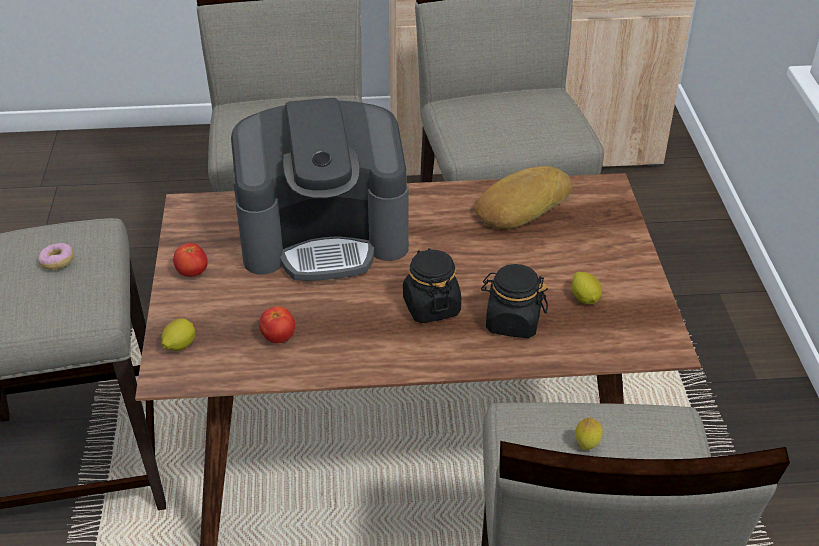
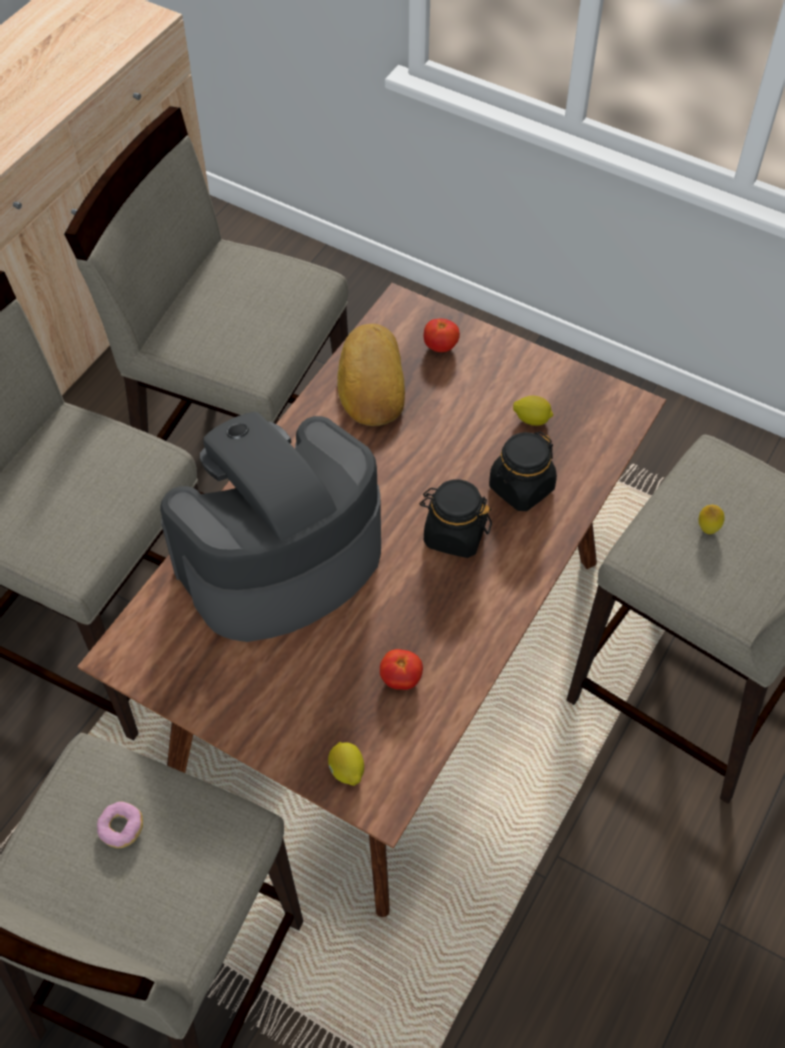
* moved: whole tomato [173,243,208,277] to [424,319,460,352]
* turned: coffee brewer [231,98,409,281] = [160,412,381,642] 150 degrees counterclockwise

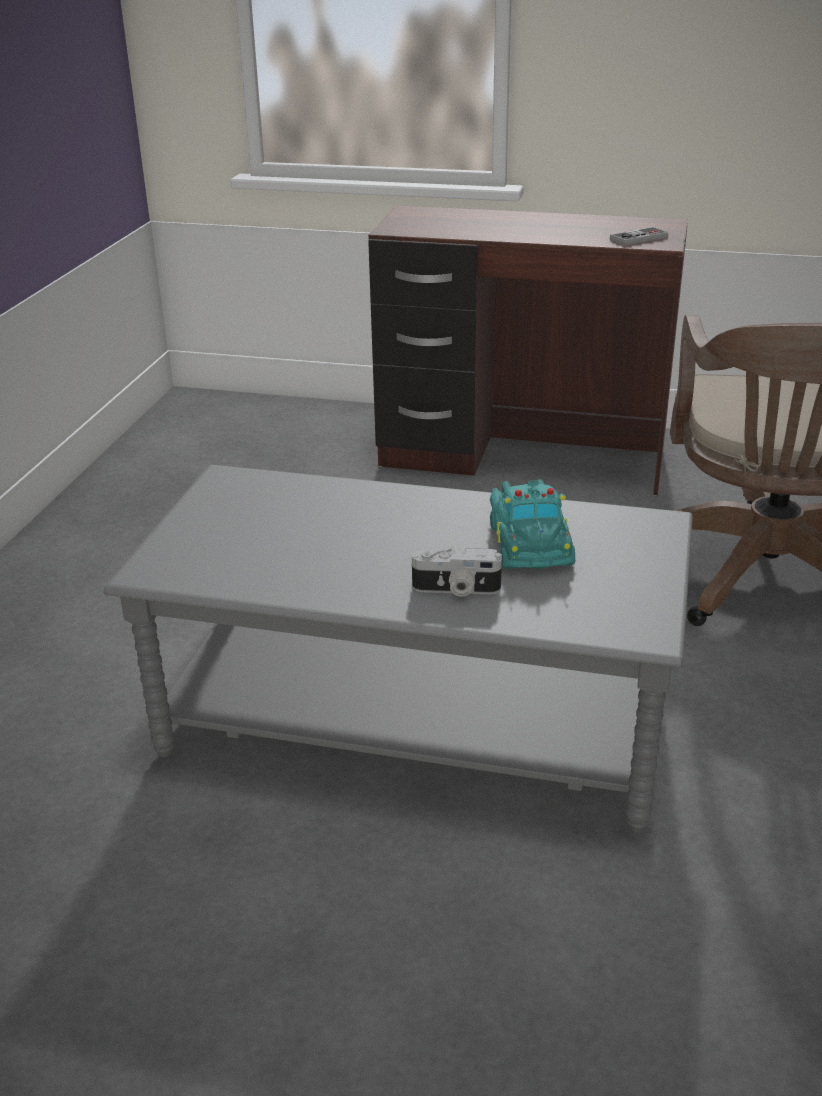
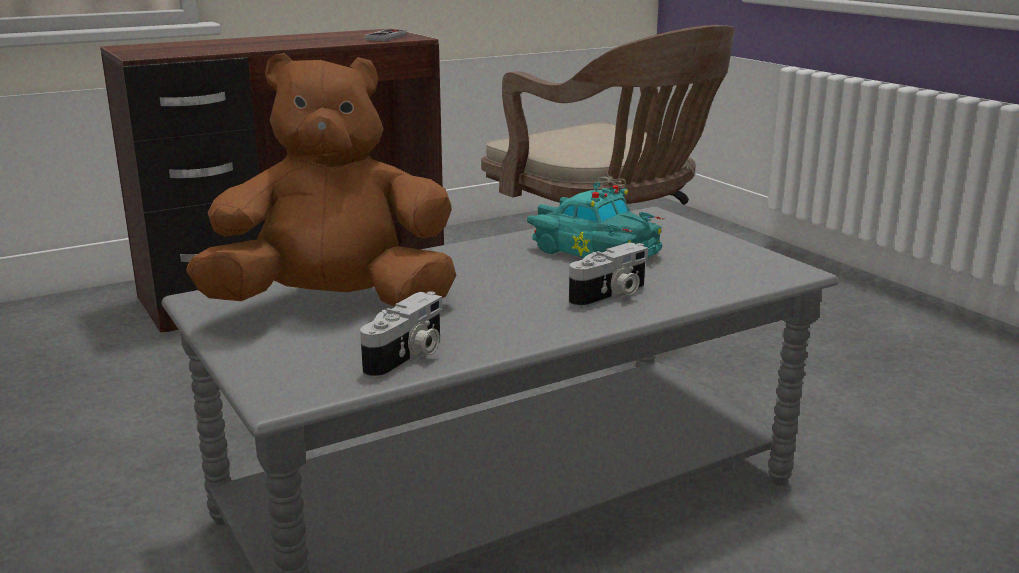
* added: brown-coloured plush toy [186,53,456,306]
* added: photo camera [360,291,442,379]

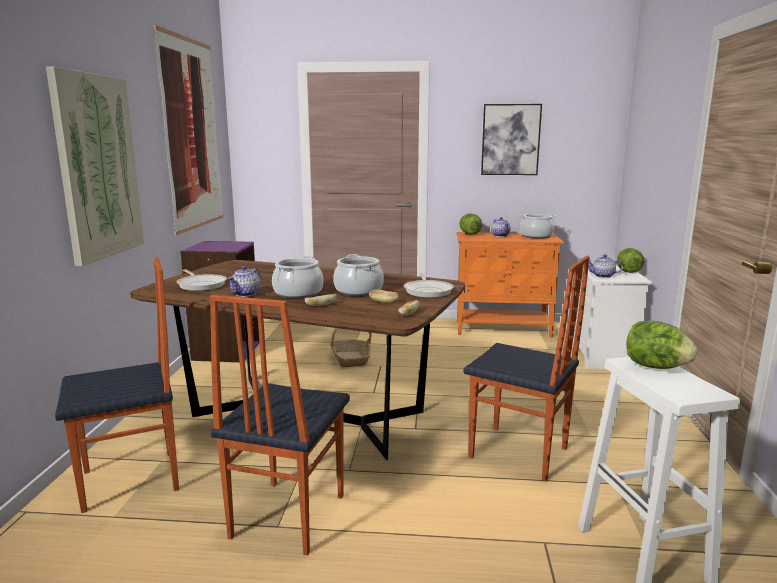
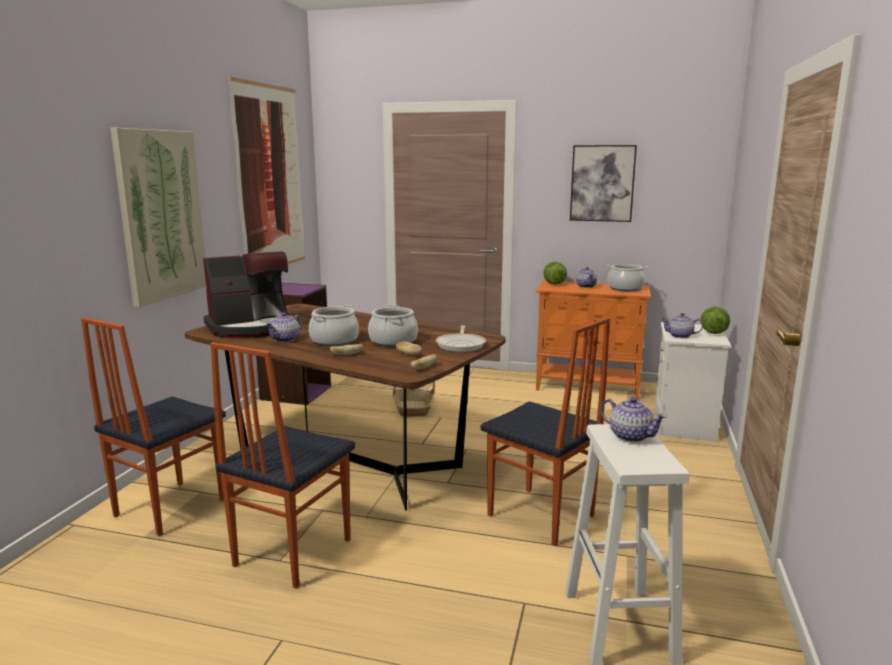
* replaced: skillet [177,269,227,291] to coffee brewer [203,251,291,338]
* replaced: lettuce [626,321,697,369] to pot for tea [600,397,667,442]
* turned: plain chair [55,257,179,513] = [81,317,226,536] 135 degrees clockwise

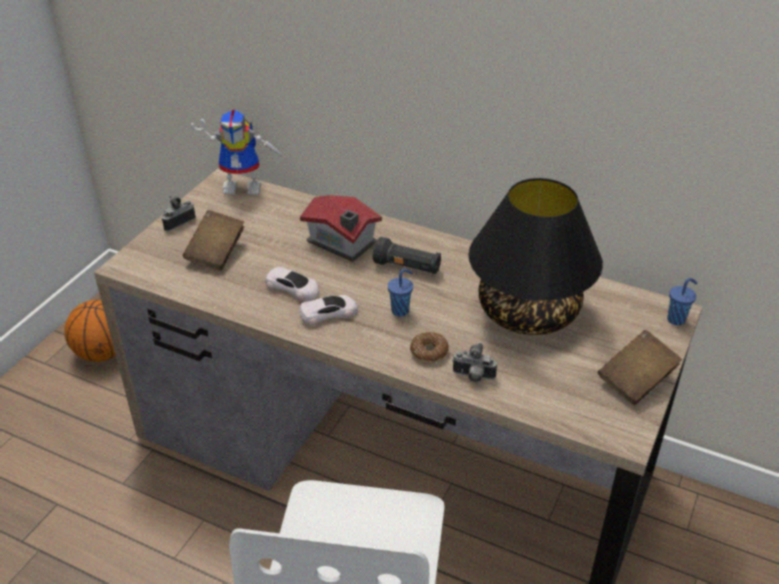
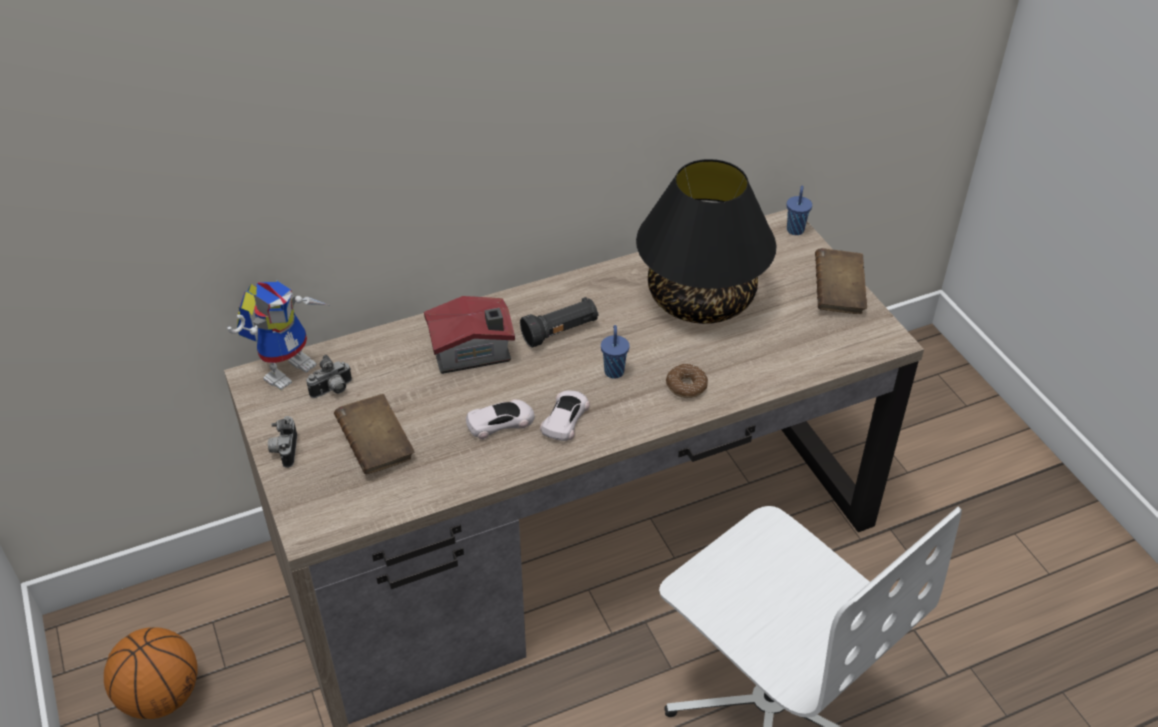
* moved: photo camera [452,343,497,382] to [306,355,352,398]

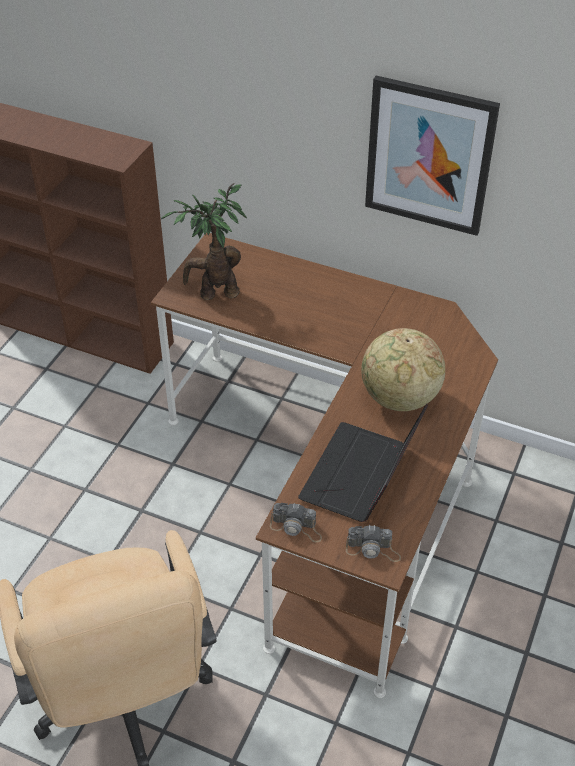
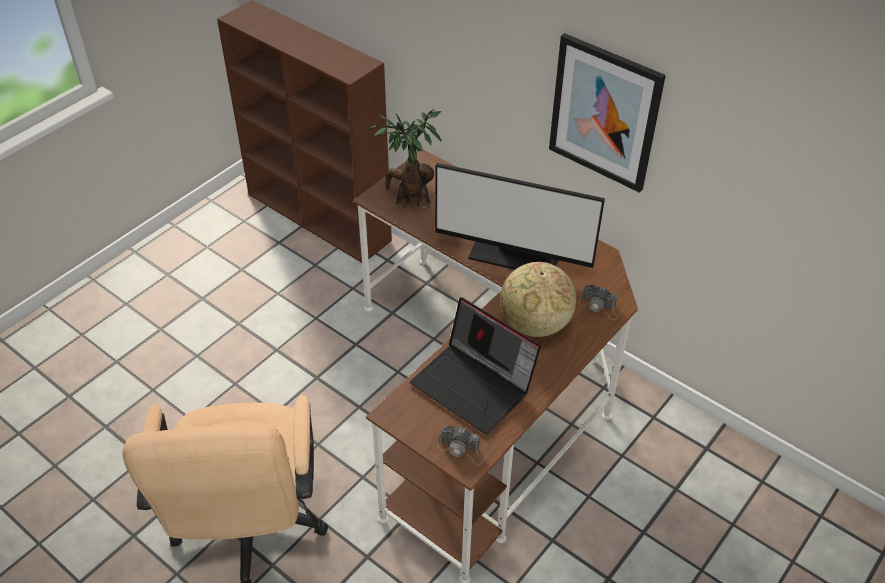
* added: monitor [435,163,605,270]
* moved: photo camera [270,503,322,542] to [578,285,618,320]
* turned: portable computer [298,404,428,522] = [410,297,541,434] 90 degrees counterclockwise

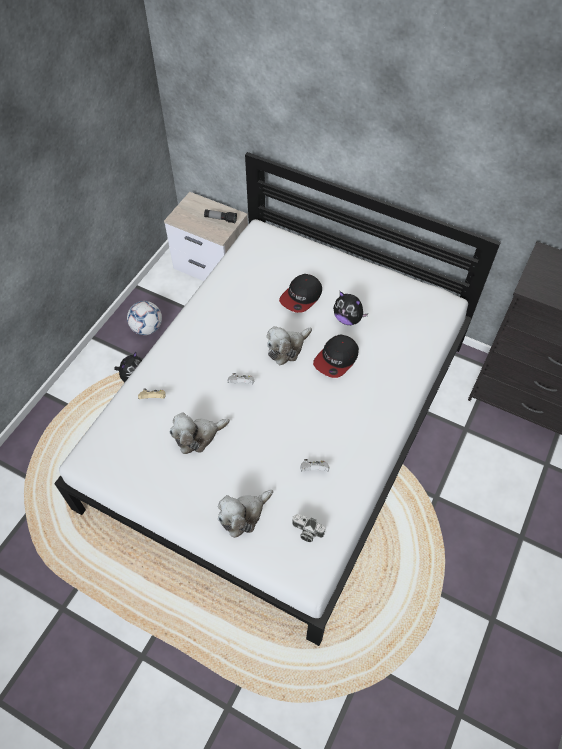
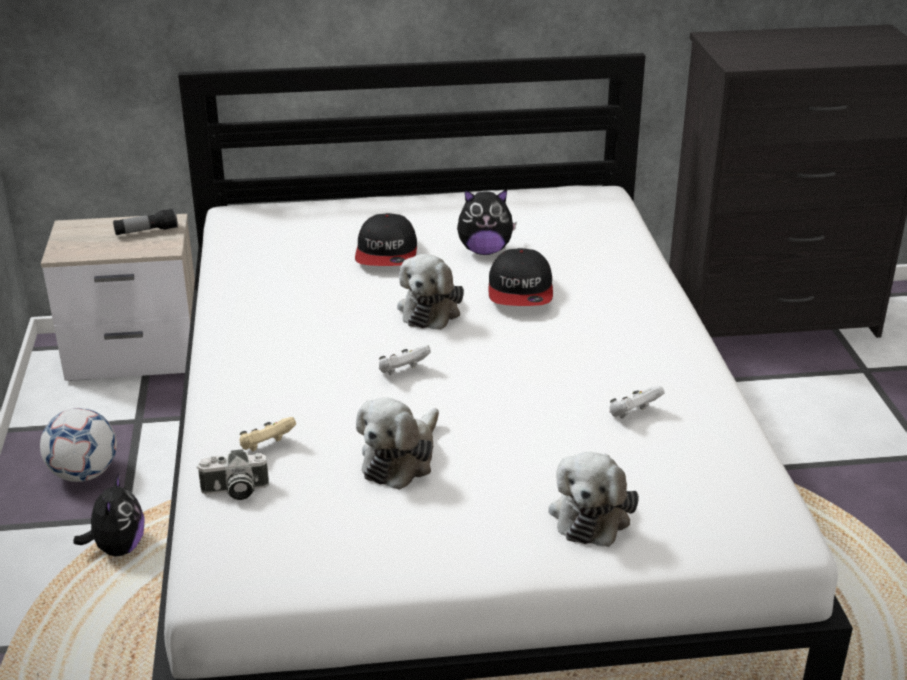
* moved: photo camera [292,514,325,542] to [196,449,269,500]

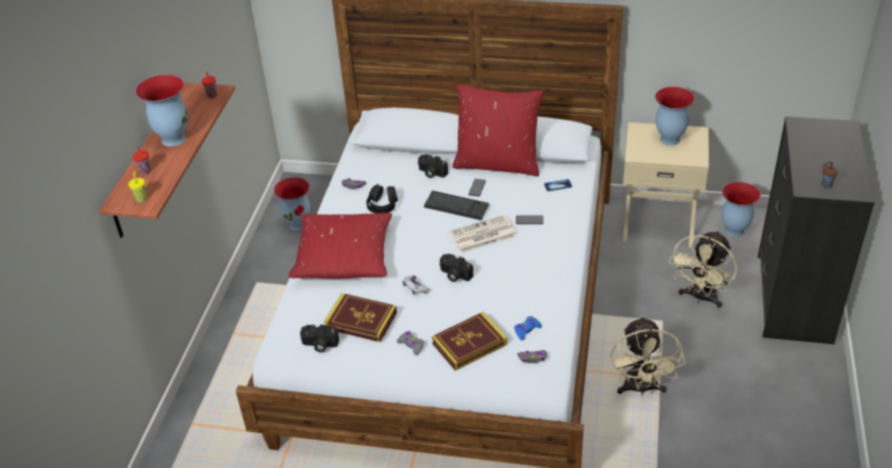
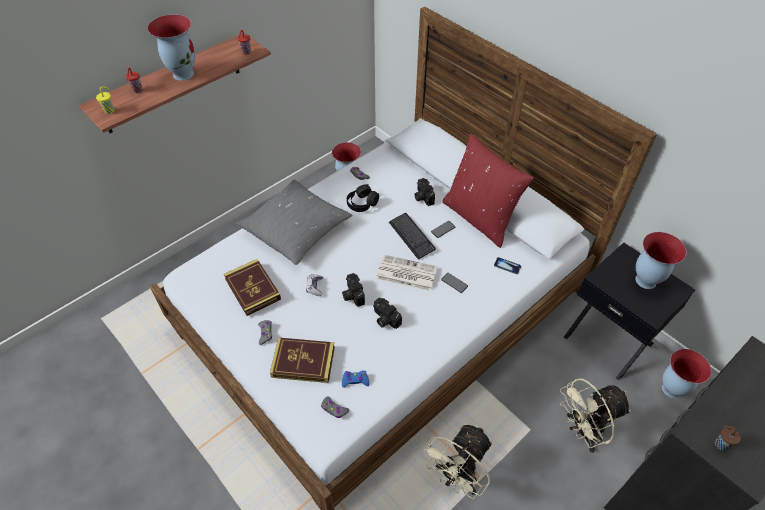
* moved: photo camera [300,325,339,353] to [373,298,402,329]
* recoloured: red-coloured cushion [288,213,392,279] to greyish cushion [236,180,352,265]
* recoloured: beige-coloured nightstand [623,122,709,247] to black nightstand [564,243,695,380]

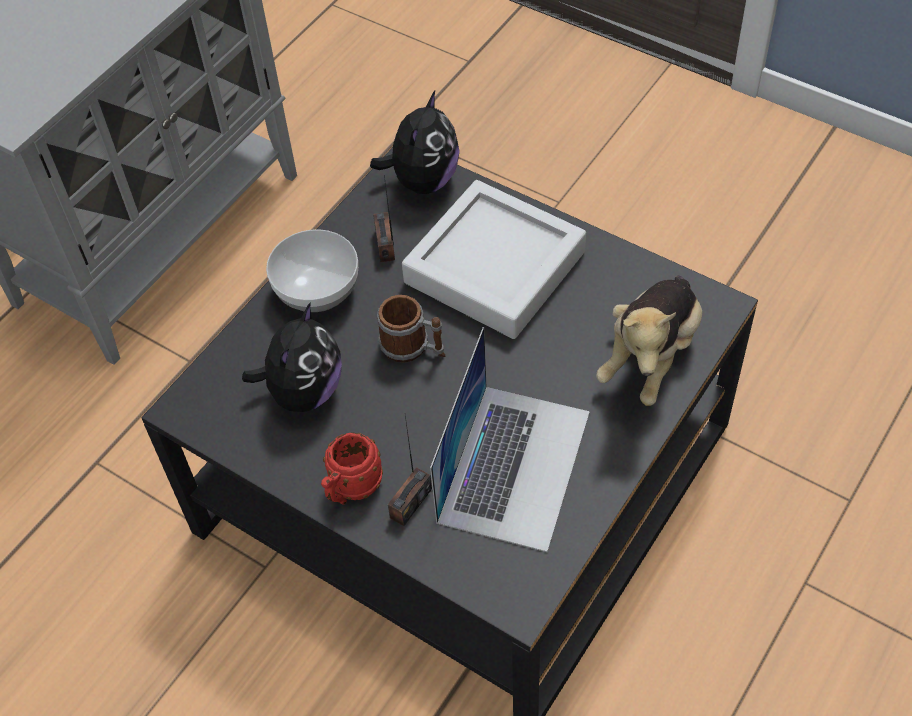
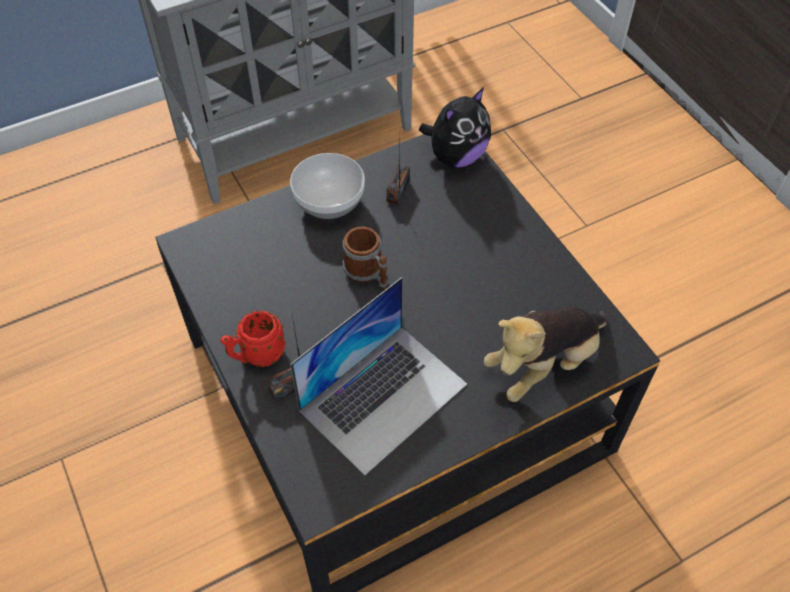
* removed: plush toy [242,302,342,412]
* removed: greyish carrying tray [402,180,586,339]

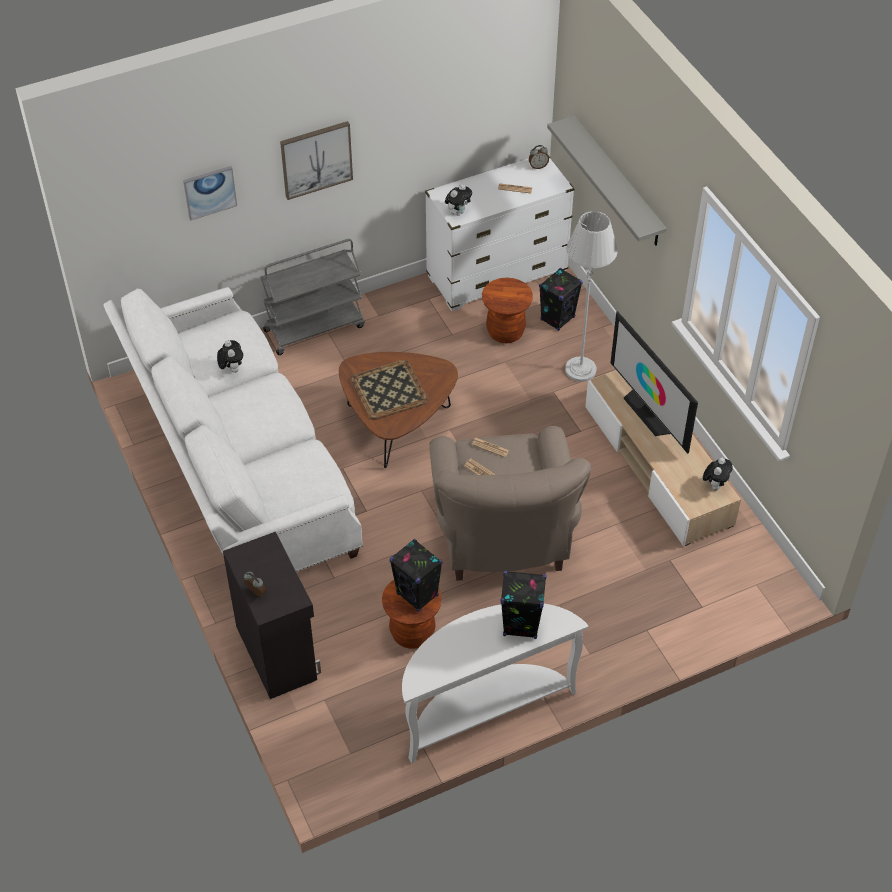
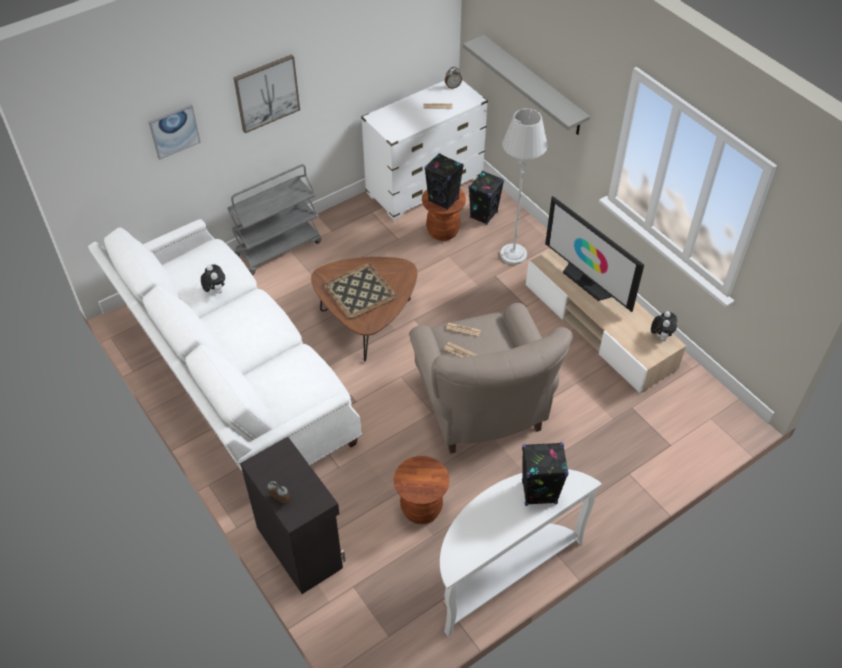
* removed: plush toy [445,184,472,216]
* moved: black speaker [390,539,442,612] to [424,153,464,210]

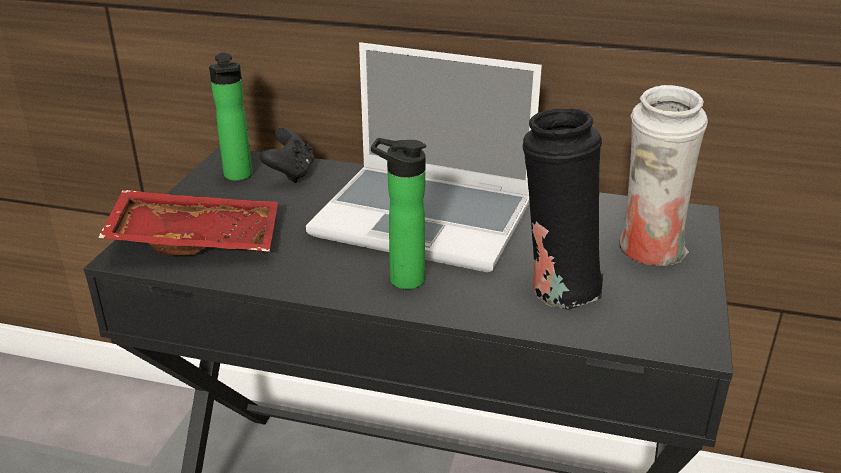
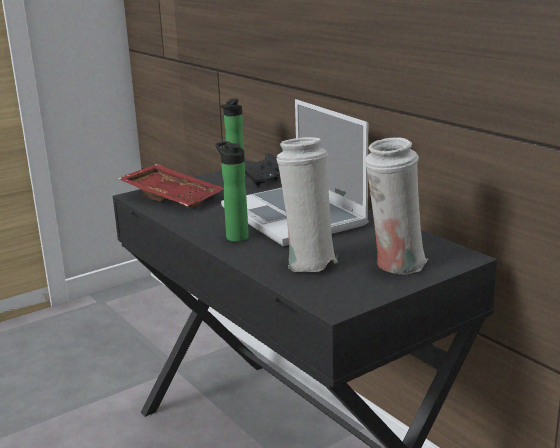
* recoloured: black decorative vase [523,108,603,309] to white-coloured decorative vase [277,137,338,272]

